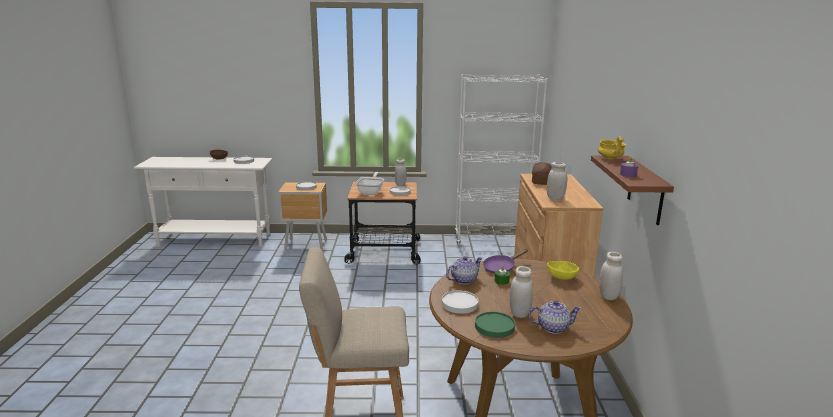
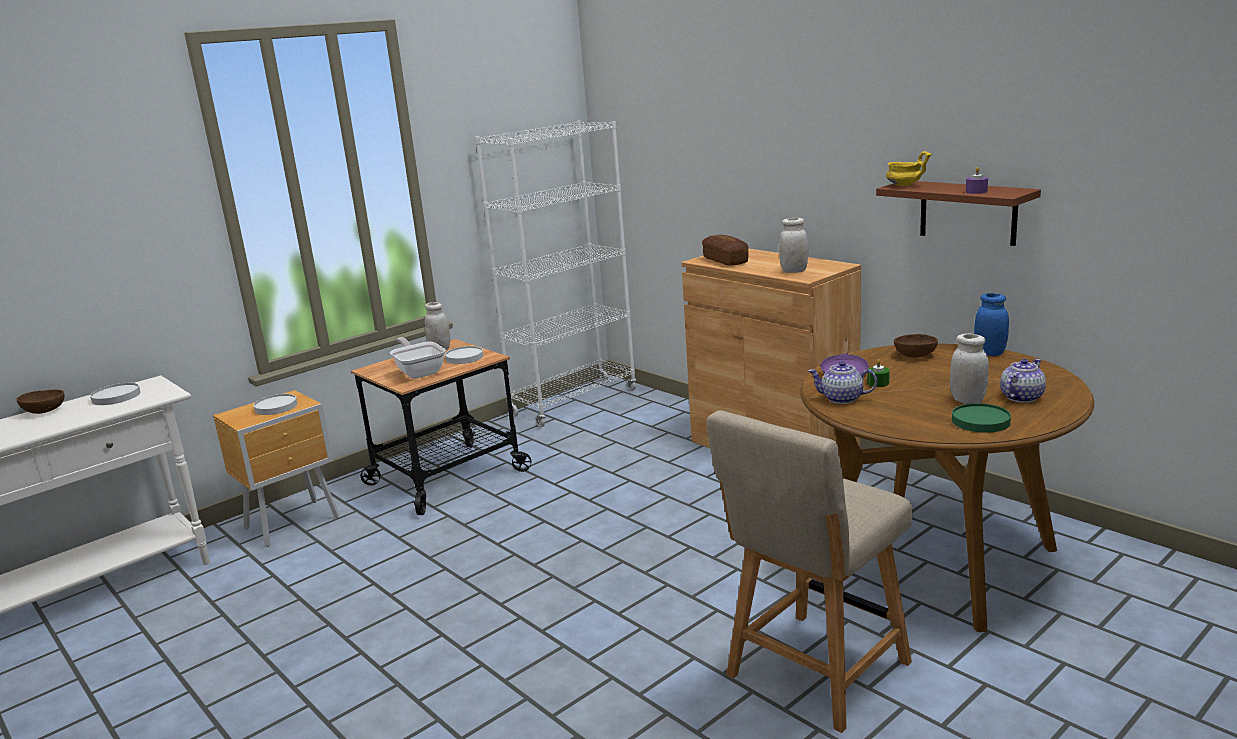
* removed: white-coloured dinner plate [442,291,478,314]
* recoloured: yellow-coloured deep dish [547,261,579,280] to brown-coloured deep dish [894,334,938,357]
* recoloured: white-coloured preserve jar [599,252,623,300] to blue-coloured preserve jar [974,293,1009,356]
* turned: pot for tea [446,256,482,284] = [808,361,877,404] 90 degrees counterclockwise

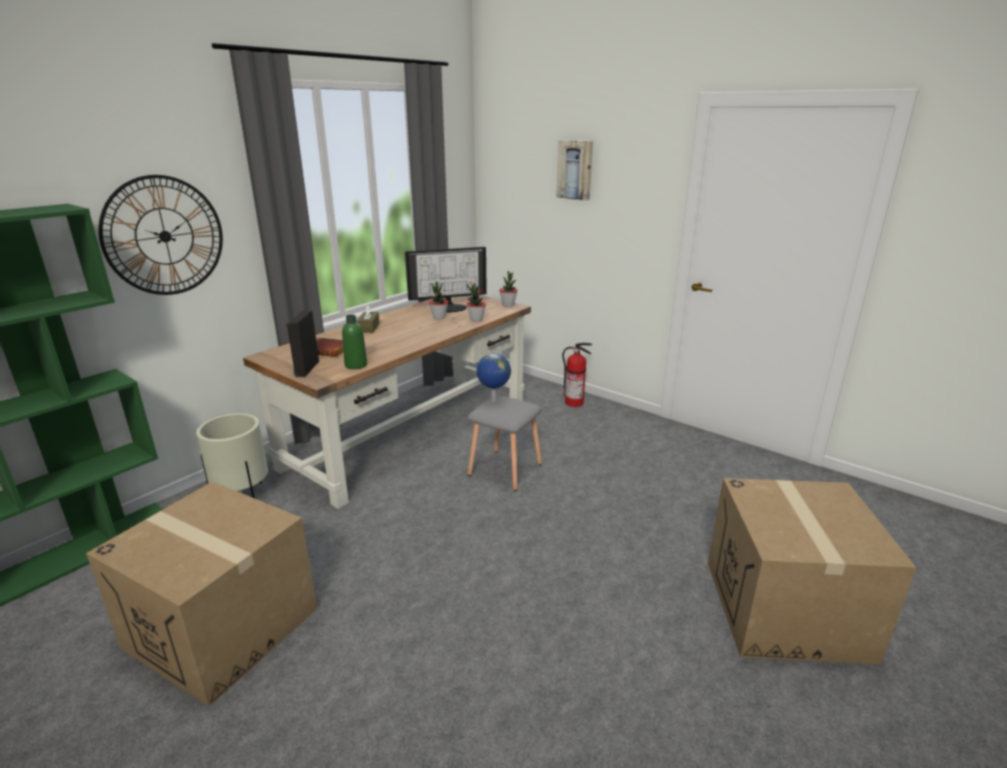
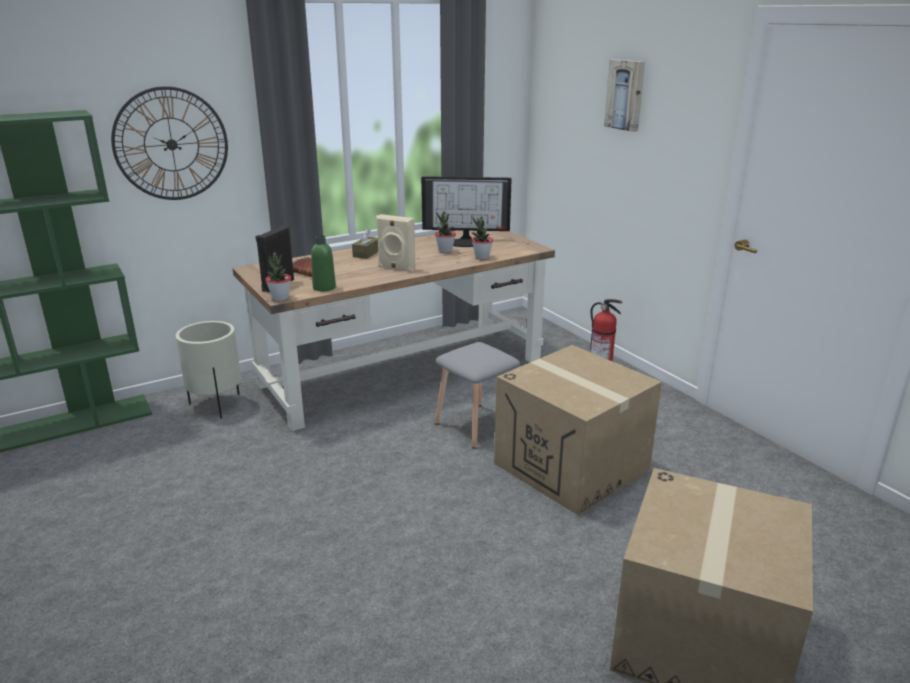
* removed: globe [476,354,511,402]
* added: beige-coloured speaker [376,214,415,272]
* moved: carton [86,481,317,707] to [494,345,662,516]
* moved: plant in a pot [499,271,517,307] to [265,252,291,301]

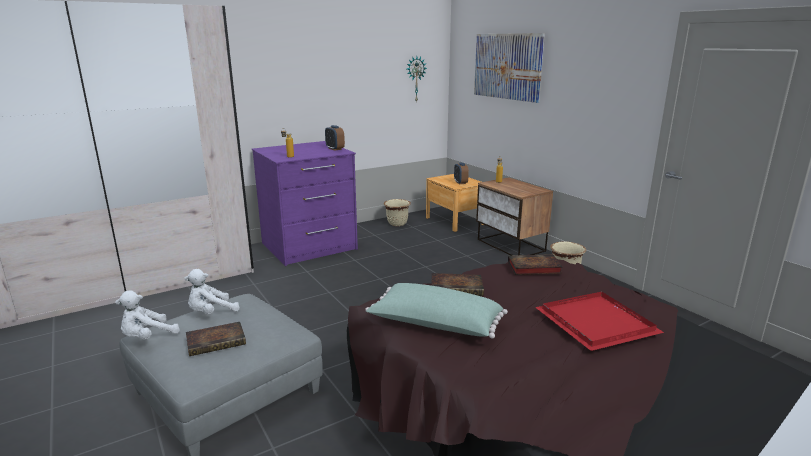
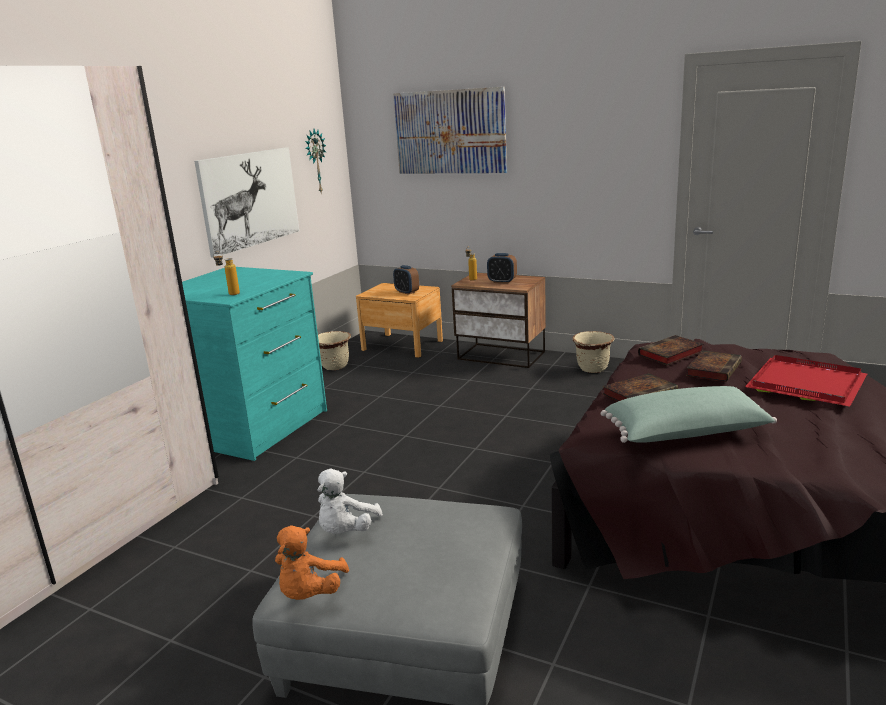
* added: wall picture [194,147,299,258]
* moved: volume [186,322,246,356] to [686,350,742,382]
* moved: table clock [325,125,345,151] to [487,253,517,284]
* recoloured: white-coloured plush toy [115,290,180,340] to orange-coloured plush toy [275,525,349,600]
* recoloured: purplish drawer chest [252,141,358,266] to blue-green drawer chest [182,267,327,461]

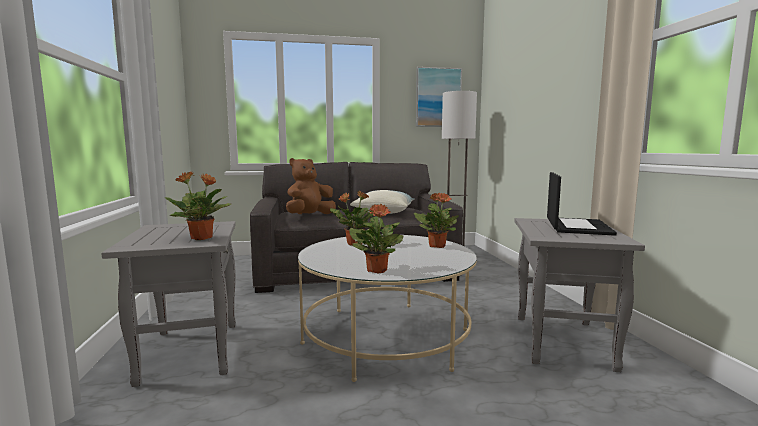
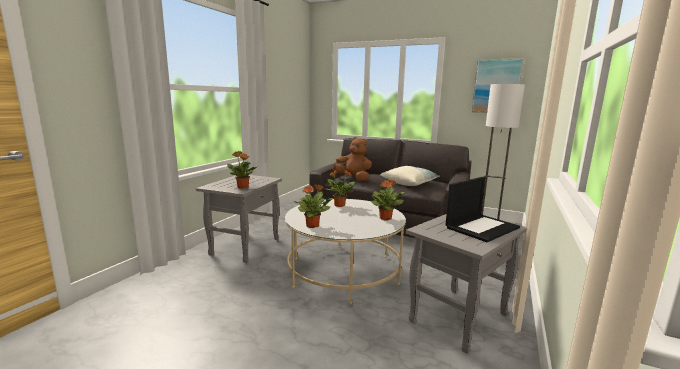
* turned: brown-coloured plush toy [286,158,336,214] = [332,137,372,181] 45 degrees clockwise

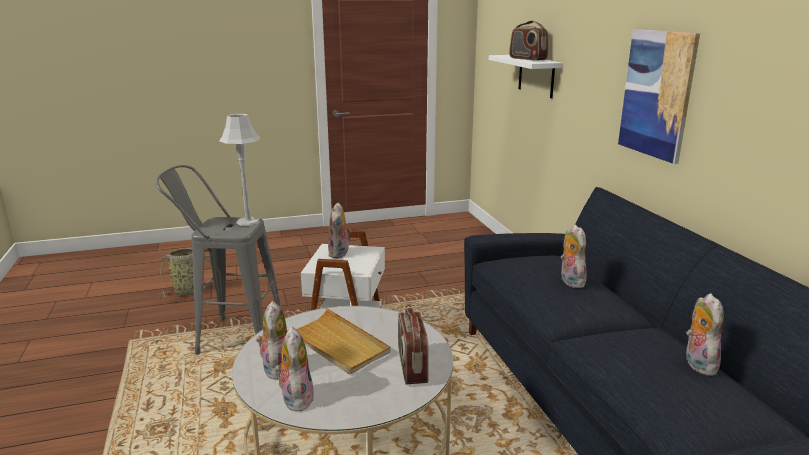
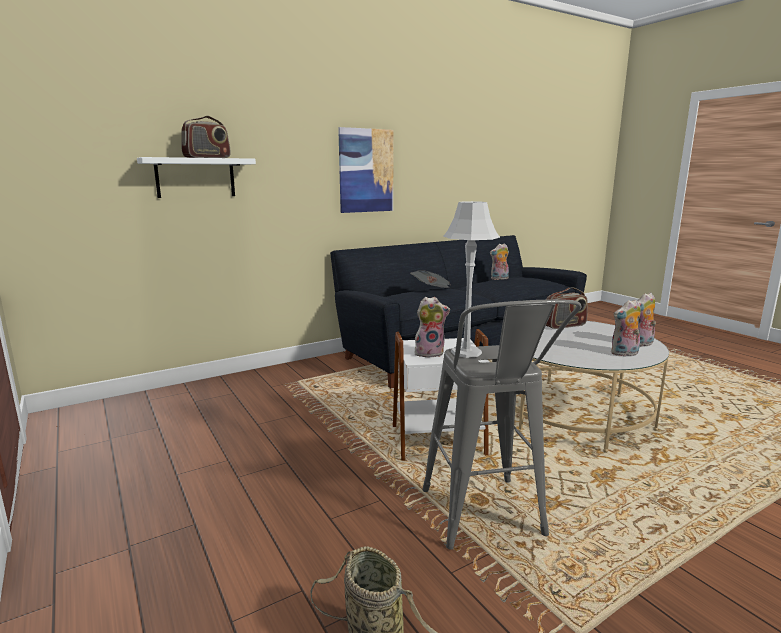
* removed: beige-coloured carrying tray [287,308,391,375]
* replaced: plush toy [561,225,587,288] to newspaper [410,270,450,288]

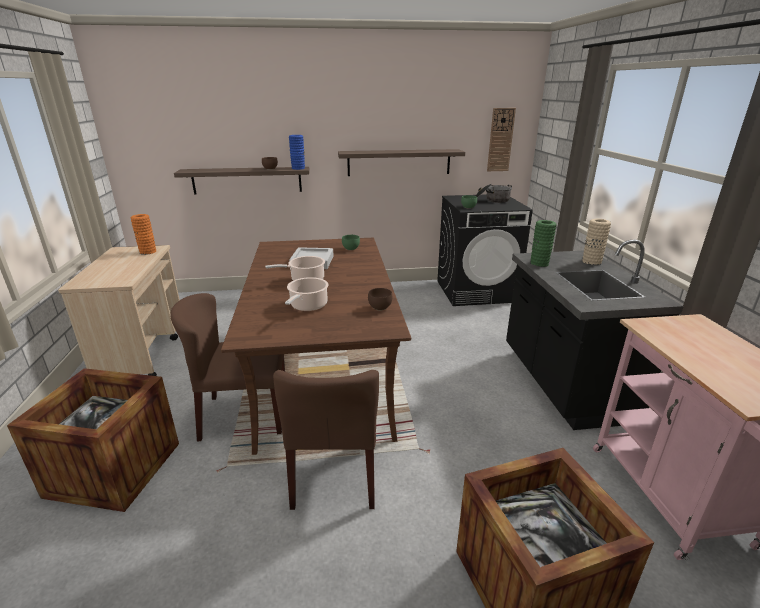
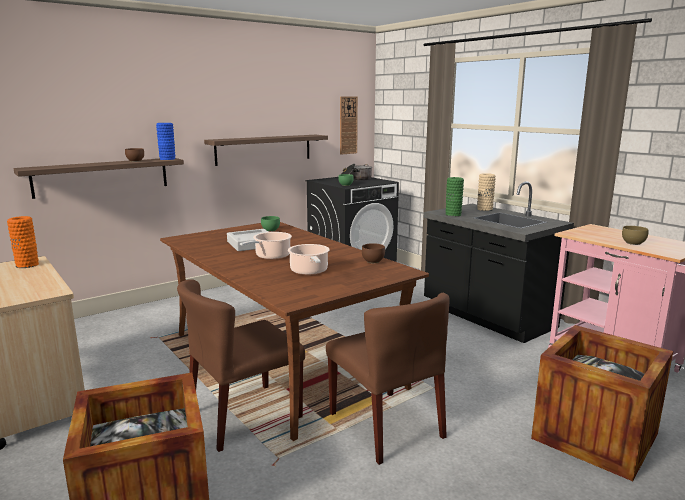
* added: brown-coloured deep dish [622,226,649,245]

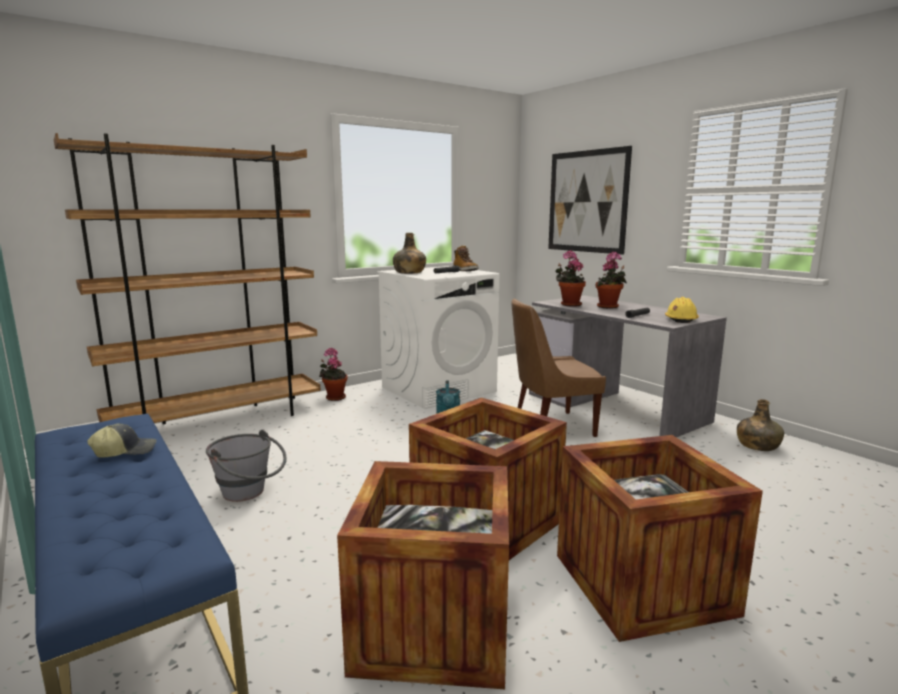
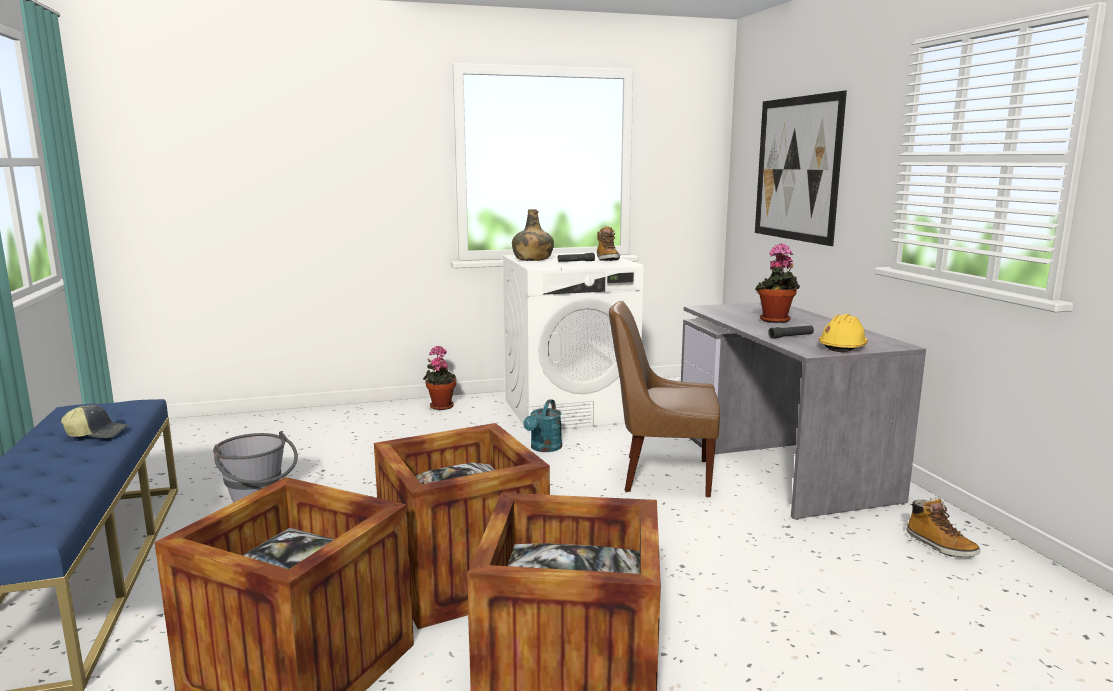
* removed: brown-coloured shelving unit [54,133,321,424]
* removed: plant in a pot [555,250,586,307]
* replaced: green-coloured beverage bottle [737,399,784,451] to high-top boot [906,497,980,557]

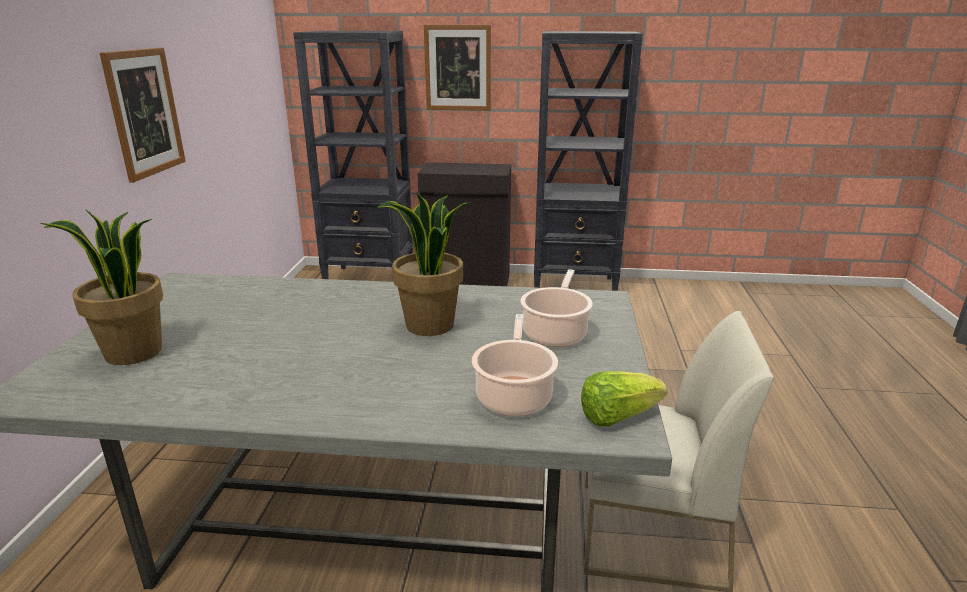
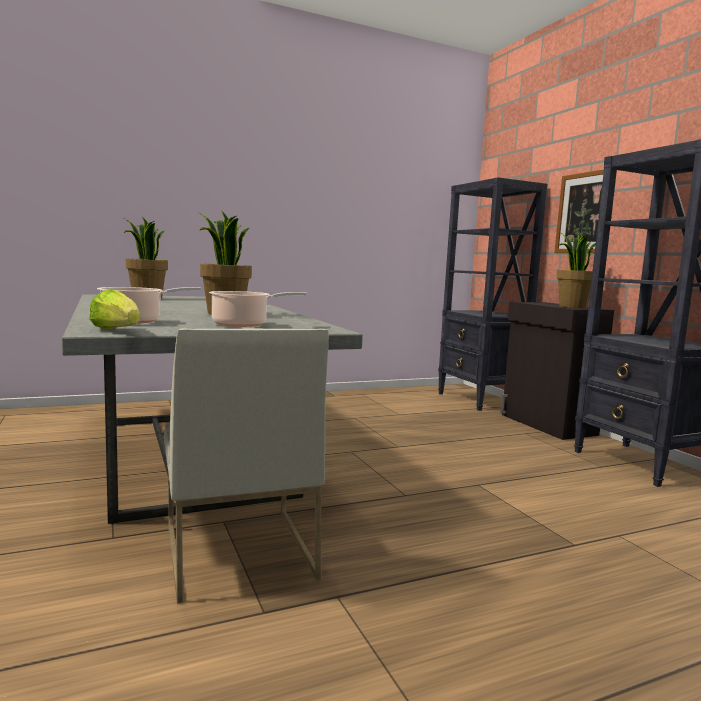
* removed: wall picture [100,48,186,183]
* added: plant in a pot [556,231,596,308]

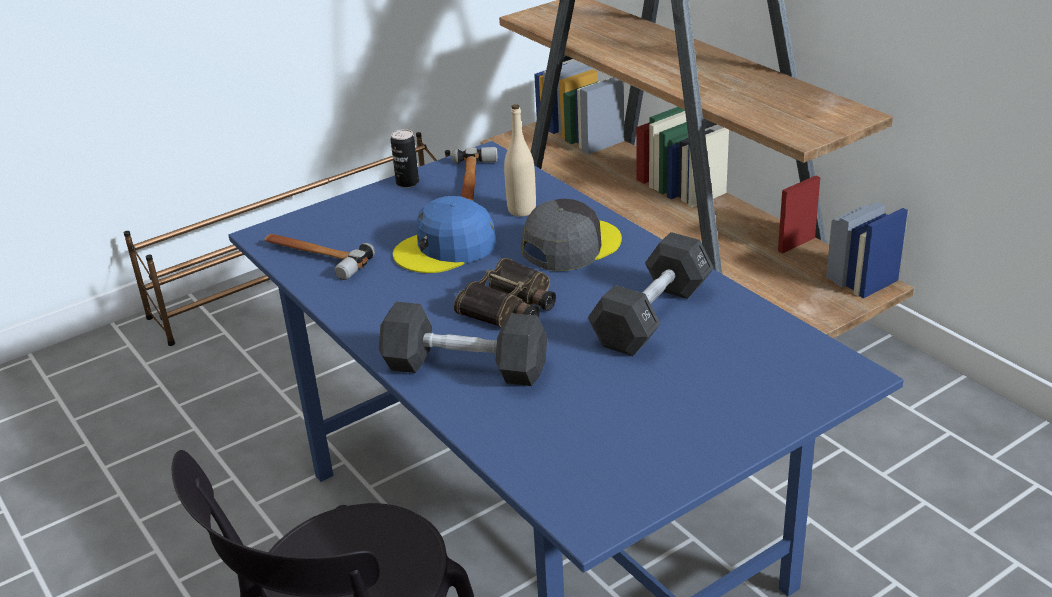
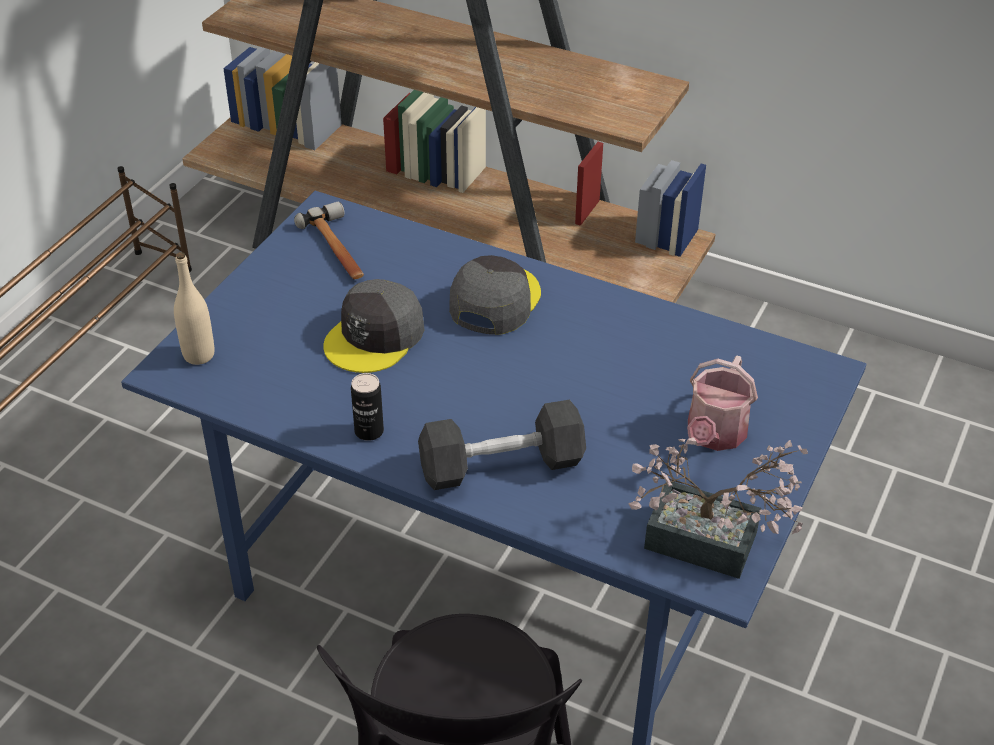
* removed: tool hammer [264,234,375,280]
* removed: field glasses [454,258,556,328]
* removed: black free weight [588,232,714,356]
* added: plant in a pot [629,438,808,579]
* added: sprinkling can [687,355,758,451]
* moved: metal can [391,129,419,188] to [351,373,384,441]
* moved: beige-coloured beverage bottle [504,104,536,217] to [174,252,214,365]
* recoloured: blue-coloured peaked cap [393,196,496,273] to greyish peaked cap [323,279,424,373]

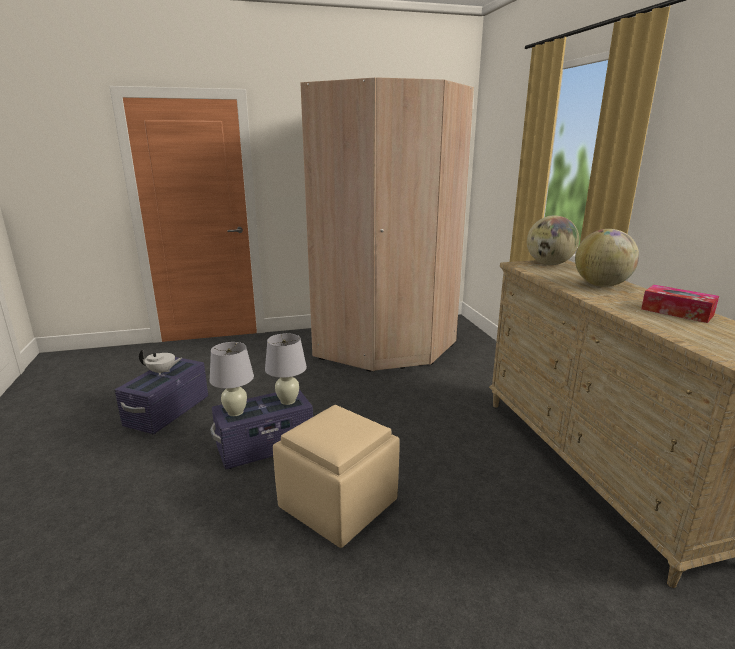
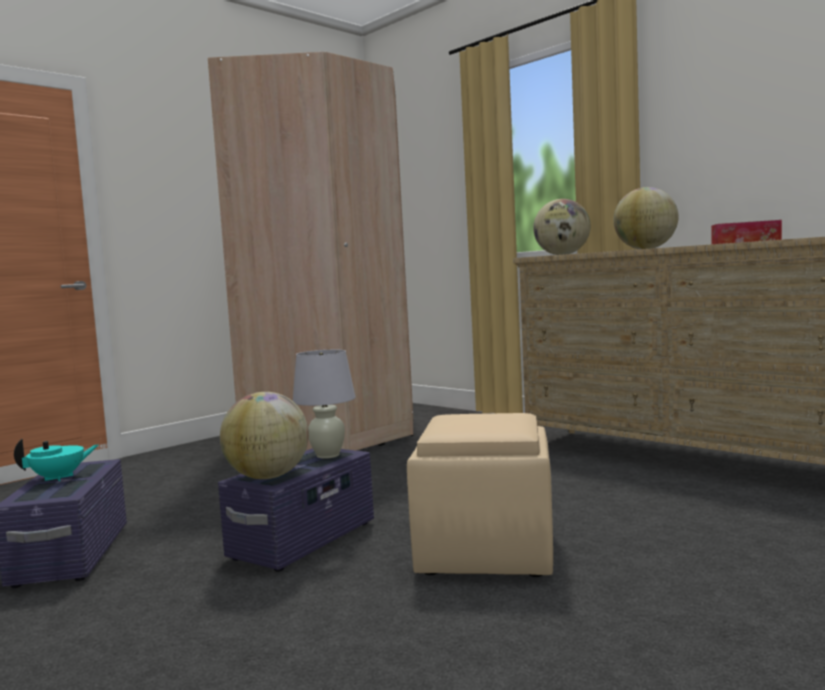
* replaced: white-coloured tabletop lamp [209,342,254,416] to globe [220,392,309,479]
* recoloured: white-coloured pot for tea [139,350,182,375] to blue-green pot for tea [14,439,98,481]

